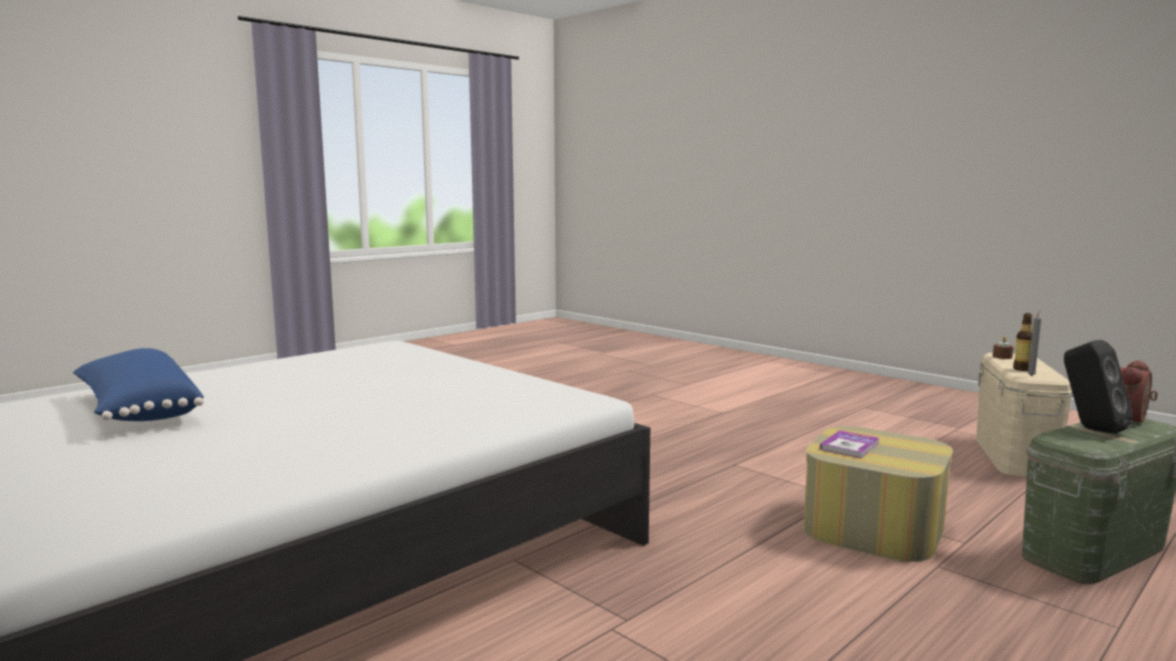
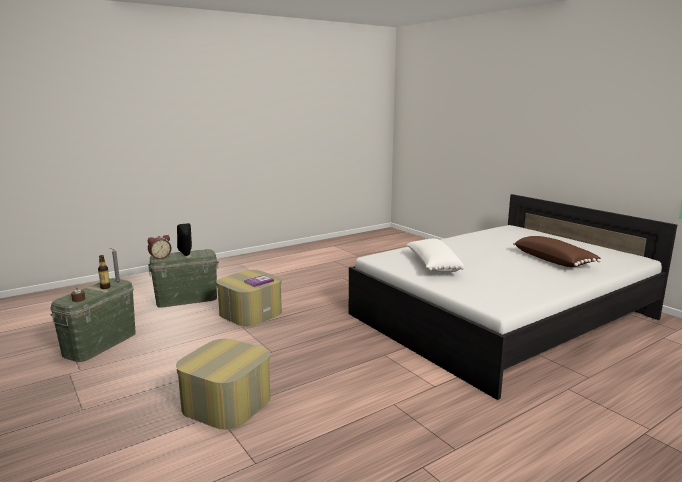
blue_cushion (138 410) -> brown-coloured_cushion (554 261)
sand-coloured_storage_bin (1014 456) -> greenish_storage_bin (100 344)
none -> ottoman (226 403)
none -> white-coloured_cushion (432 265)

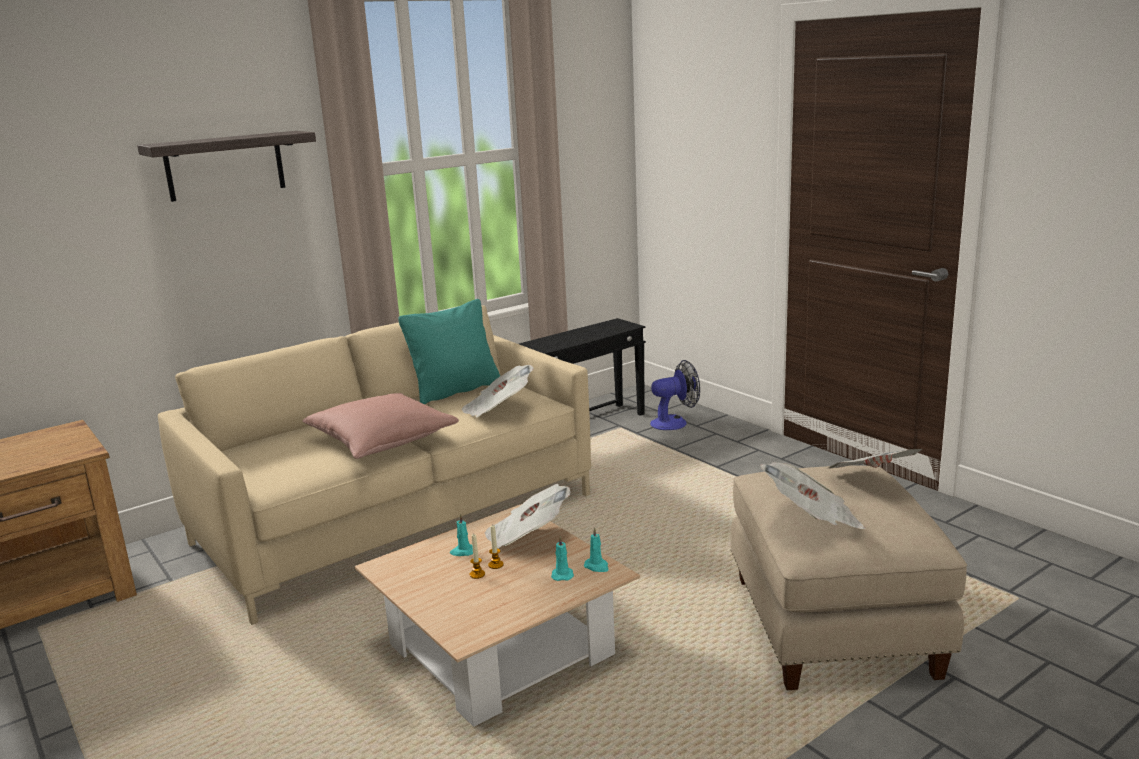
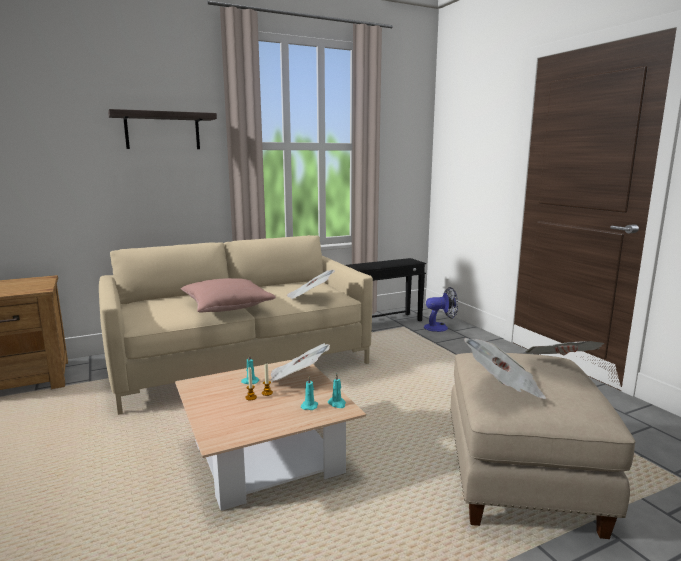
turquoise_cushion (456 391) -> none

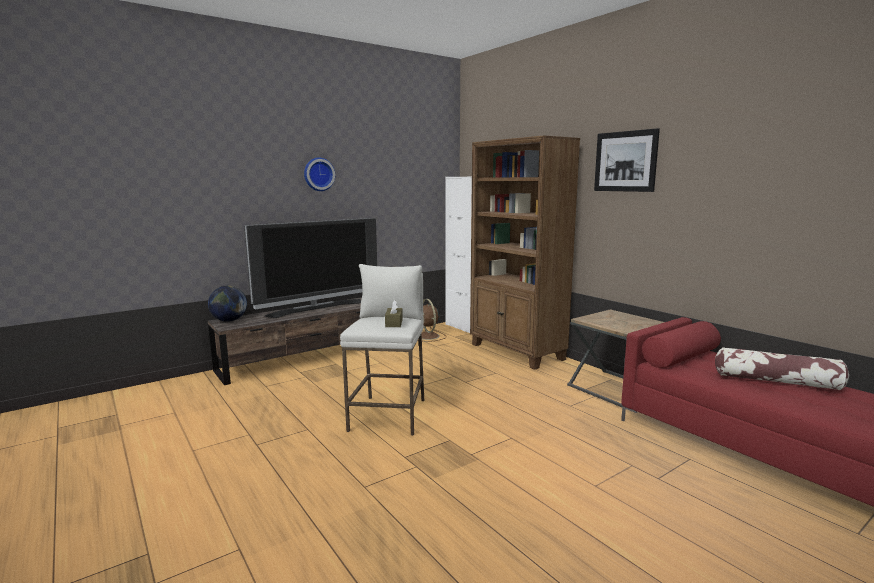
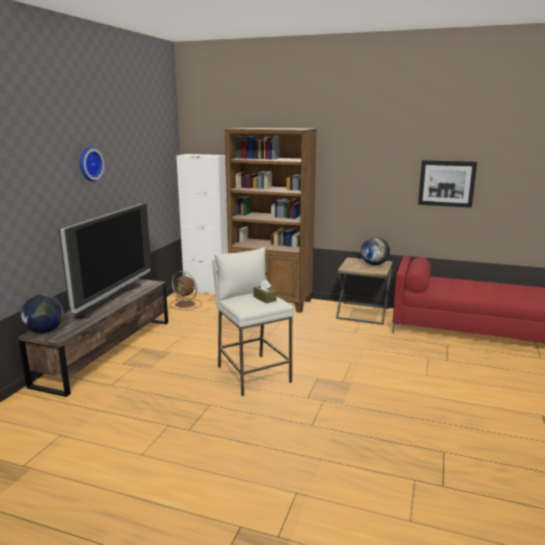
wall_art (625 161) -> wall_art (446 183), relocated
cushion (776 381) -> none
none -> globe (374 264)

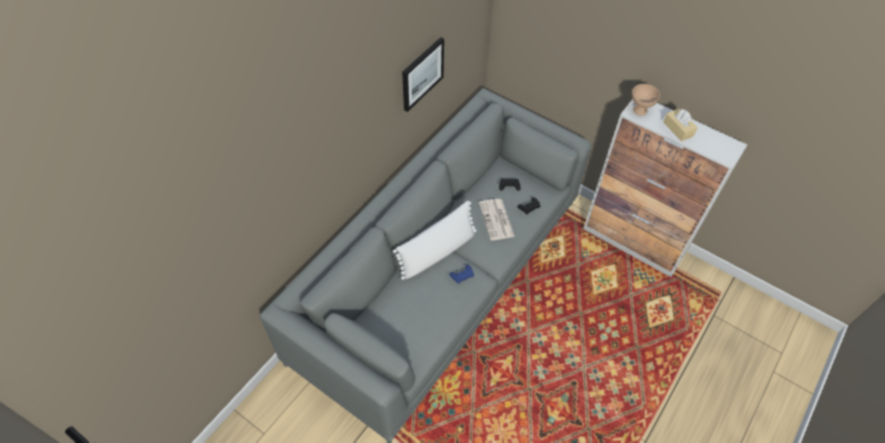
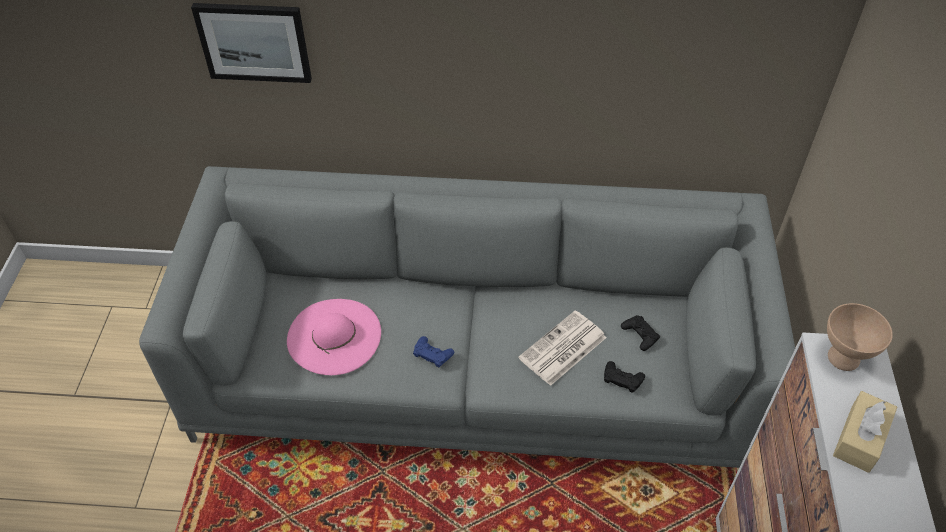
white-coloured_cushion (437 252) -> none
wall_art (422 73) -> wall_art (254 42), relocated
none -> pink-coloured_wearable_hat (334 336)

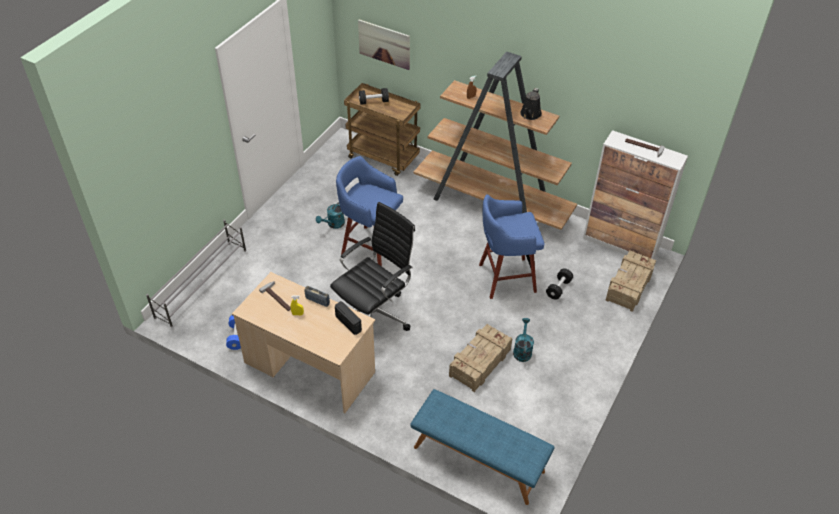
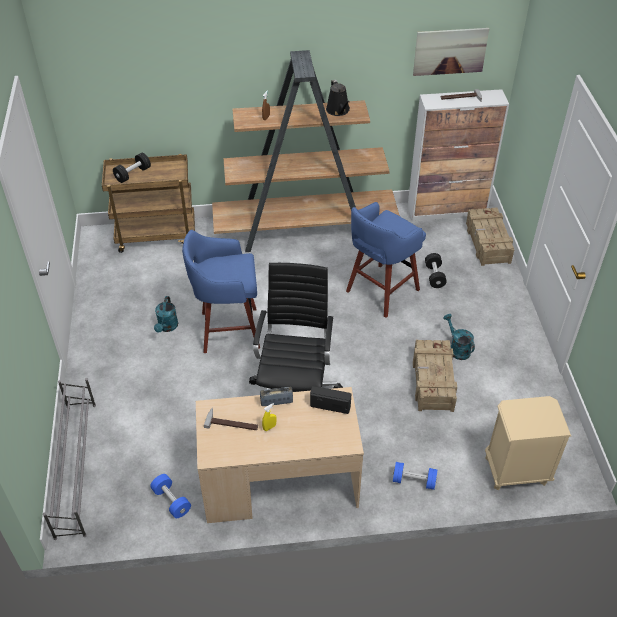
wall_art (384 44) -> wall_art (450 51), relocated
blue_long_seat (478 459) -> sand-coloured_nightstand (515 471)
none -> blue_hand_weight (414 481)

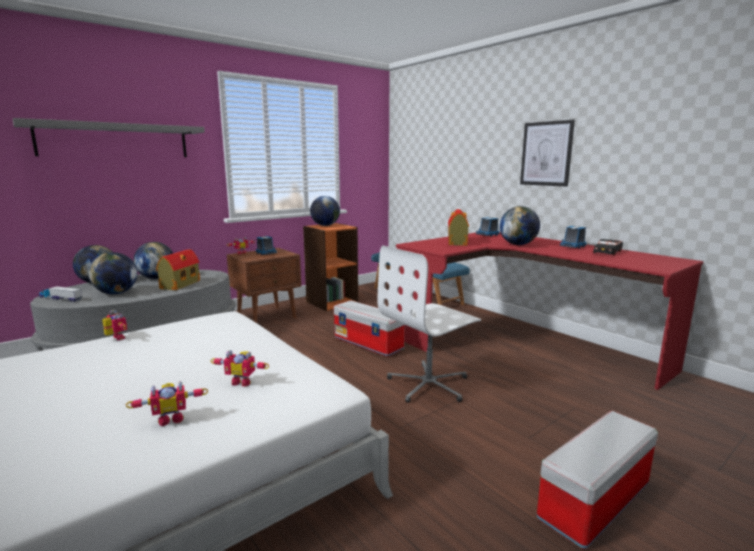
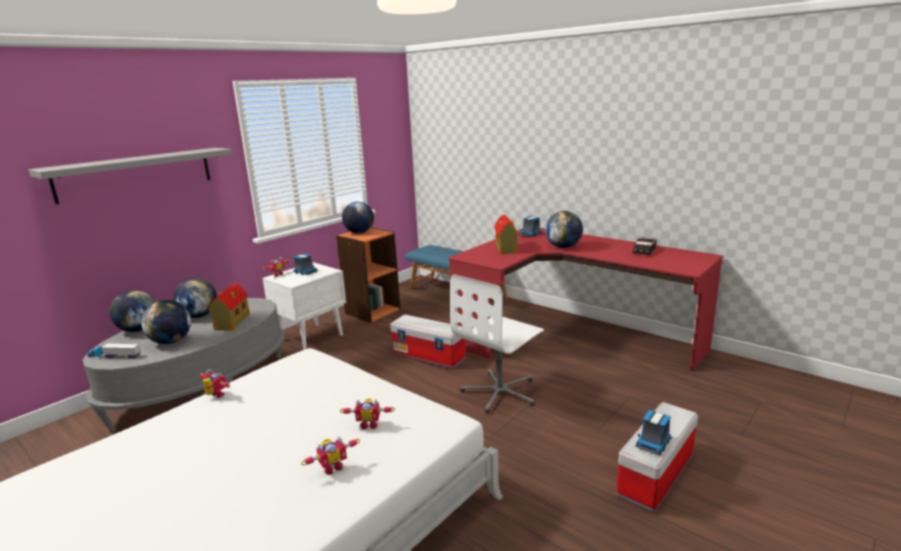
brown-coloured_nightstand (267 317) -> white-coloured_nightstand (312 337)
wall_art (546 154) -> none
toy_truck (573 247) -> toy_truck (653 443), relocated

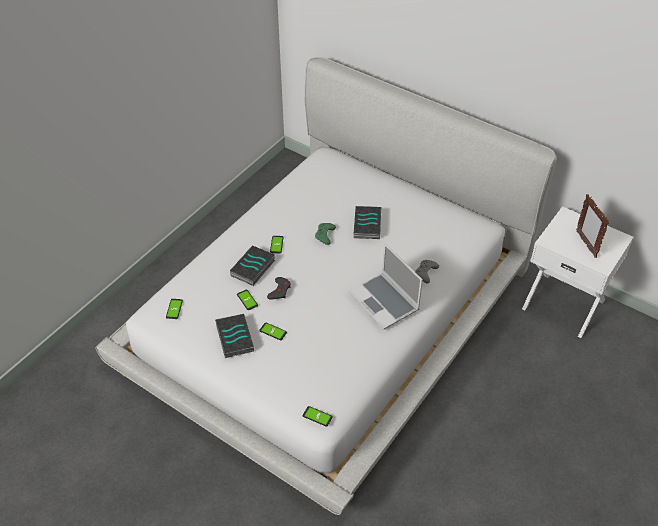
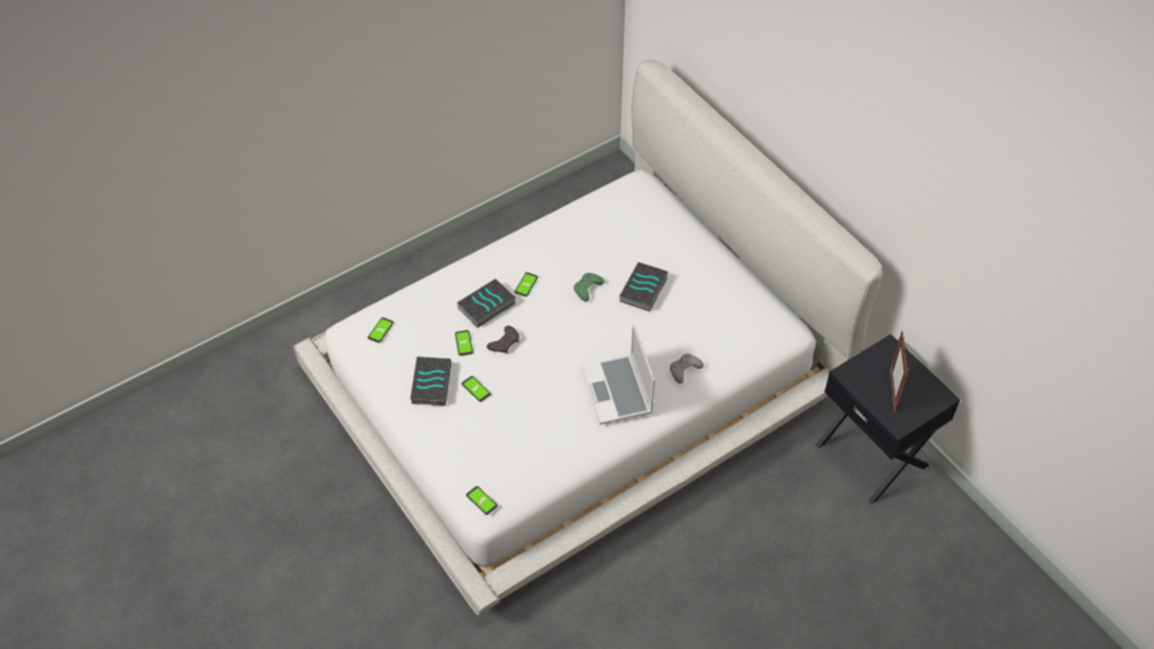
white-coloured_nightstand (564 303) -> black-coloured_nightstand (873 454)

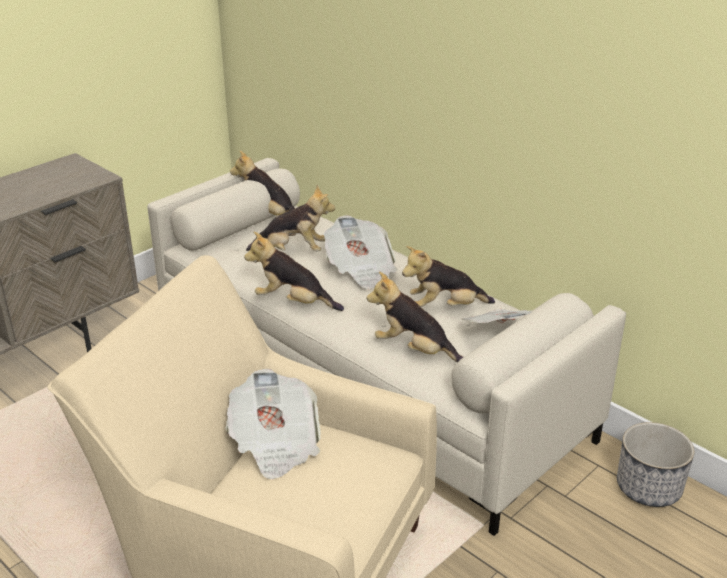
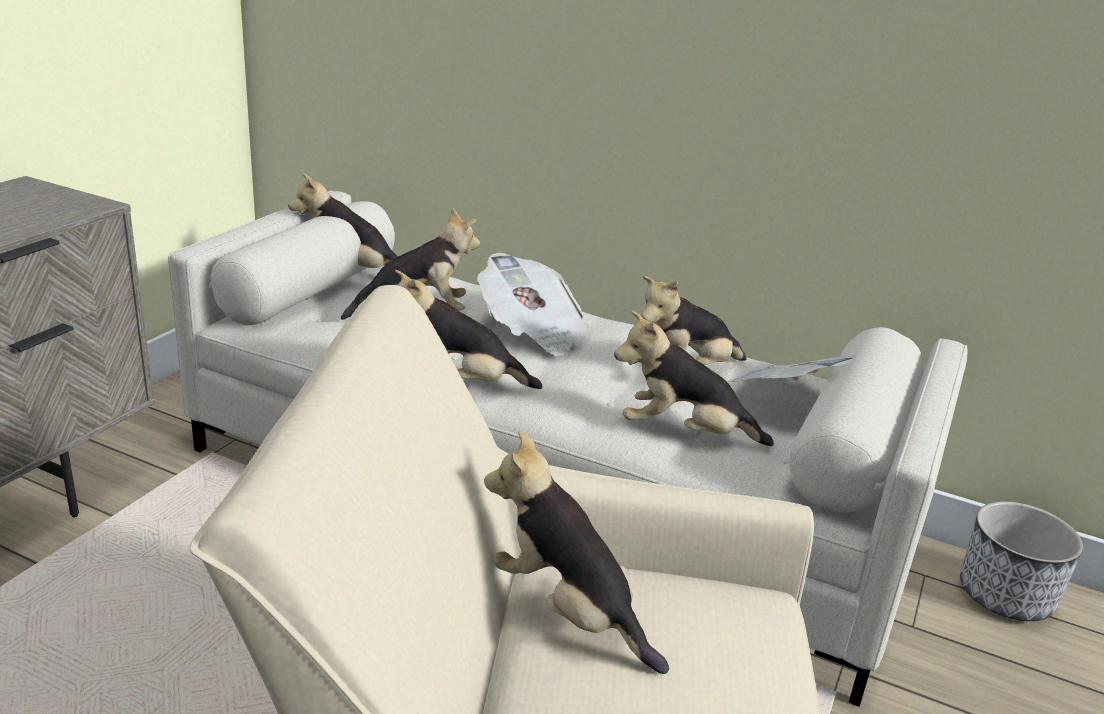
daily_paper (275 444) -> cuddly_toy (568 611)

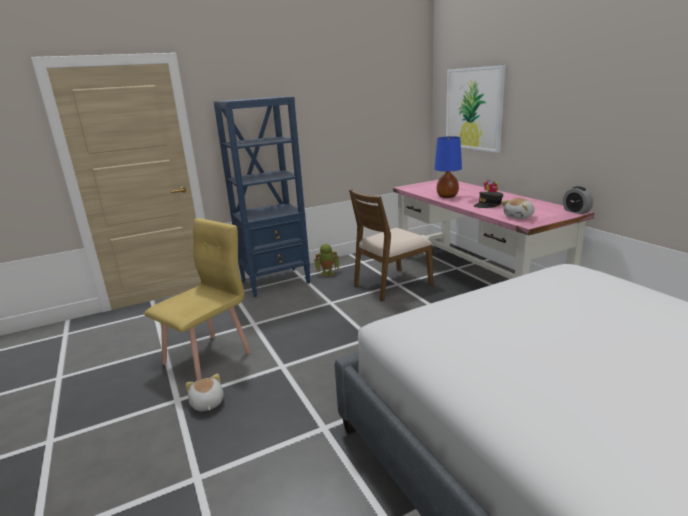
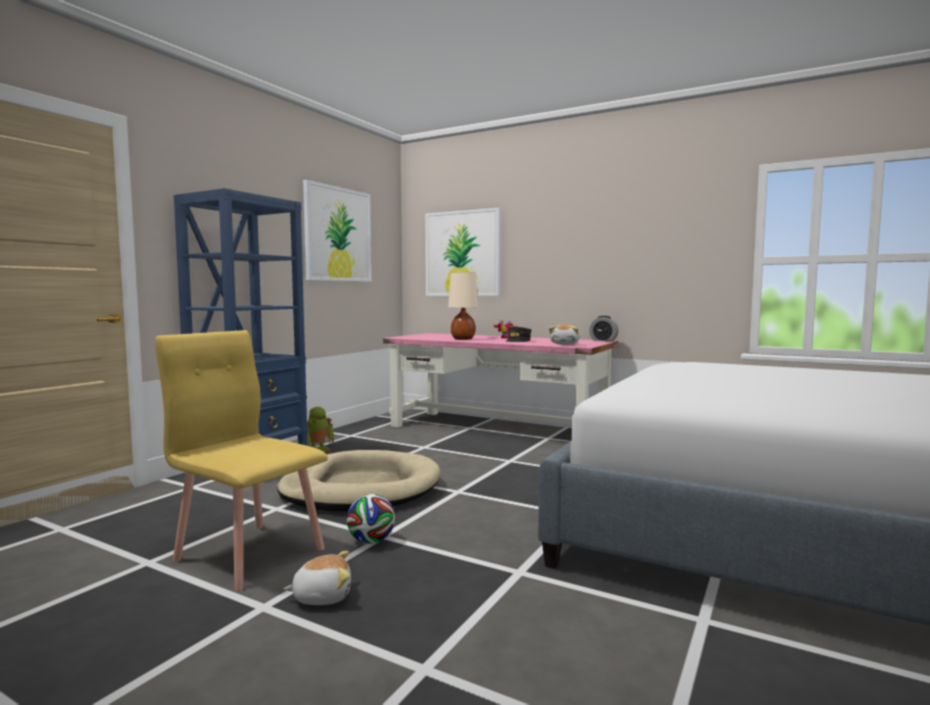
yellow_upright_chair (208 357) -> yellow_upright_chair (250 553), 60 degrees counterclockwise
cuddly_toy (207 403) -> cuddly_toy (322 596), 135 degrees clockwise
brown-coloured_upright_chair (391 284) -> none
blue_lamp_for_a_table (447 196) -> sand-coloured_lamp_for_a_table (462 339)
none -> sand-coloured_pet_bed (361 488)
none -> wall_art (338 234)
none -> football (371 541)

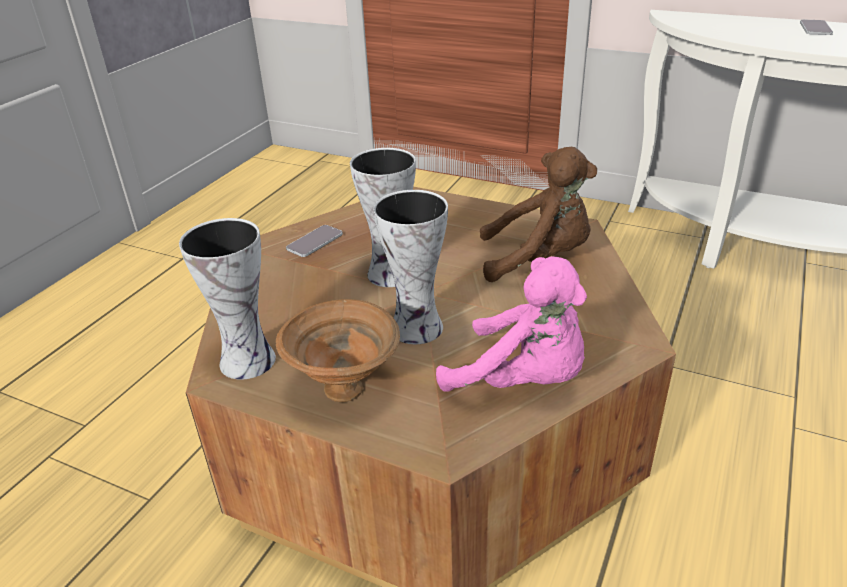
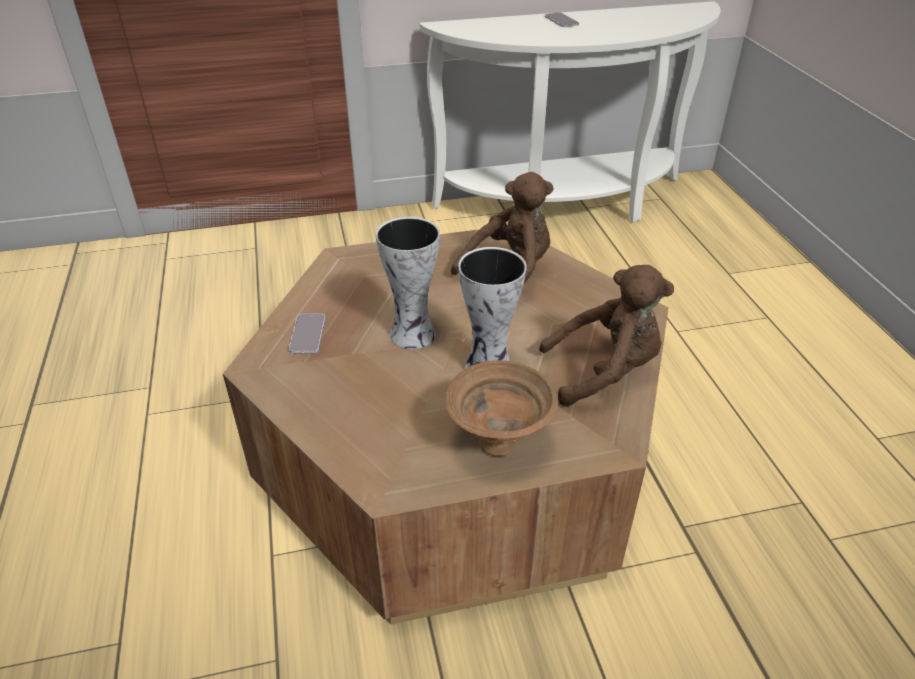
decorative_vase (247 359) -> none
pink-coloured_cuddly_toy (522 380) -> brown-coloured_cuddly_toy (605 371)

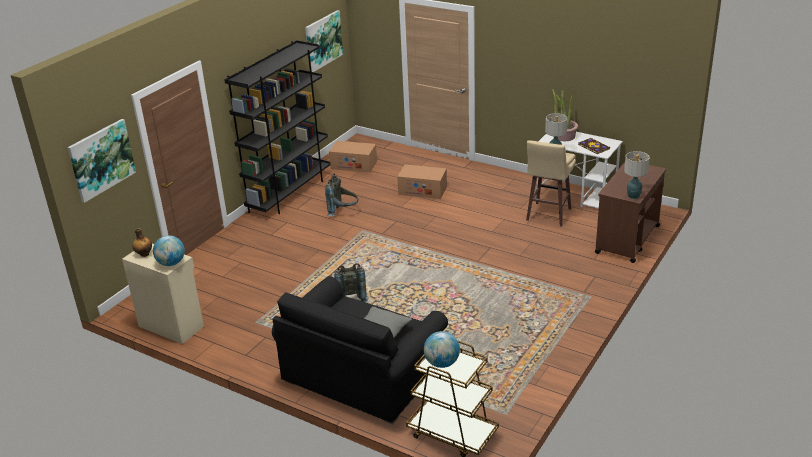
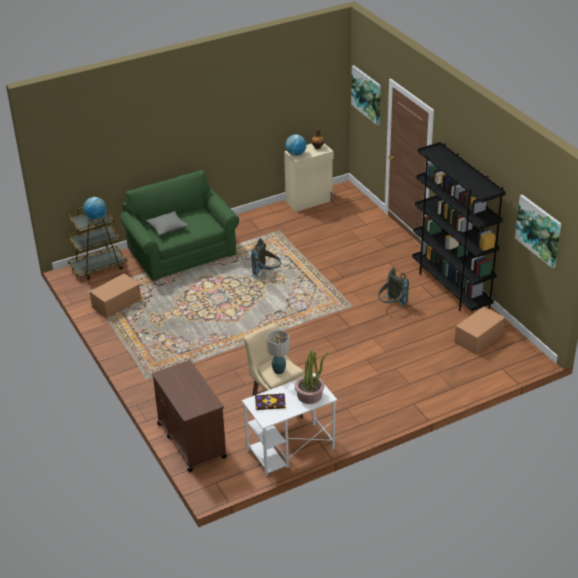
black-coloured_settee (362 375) -> greenish_settee (182 253)
carton (422 190) -> carton (116 303), relocated
lamp_for_a_table (633 196) -> none

